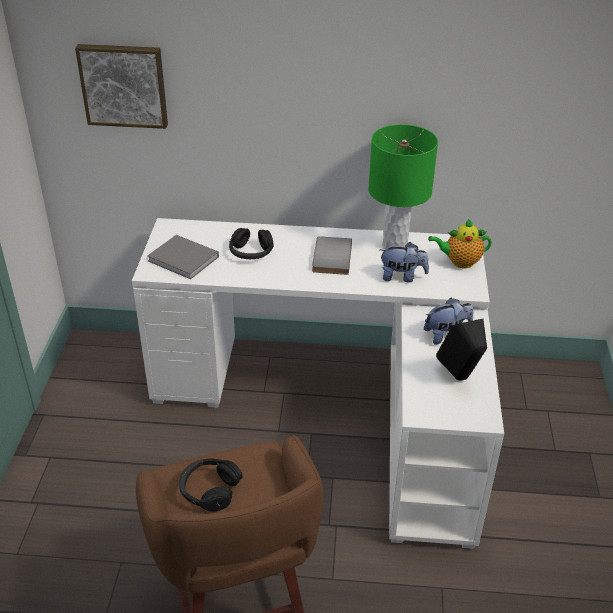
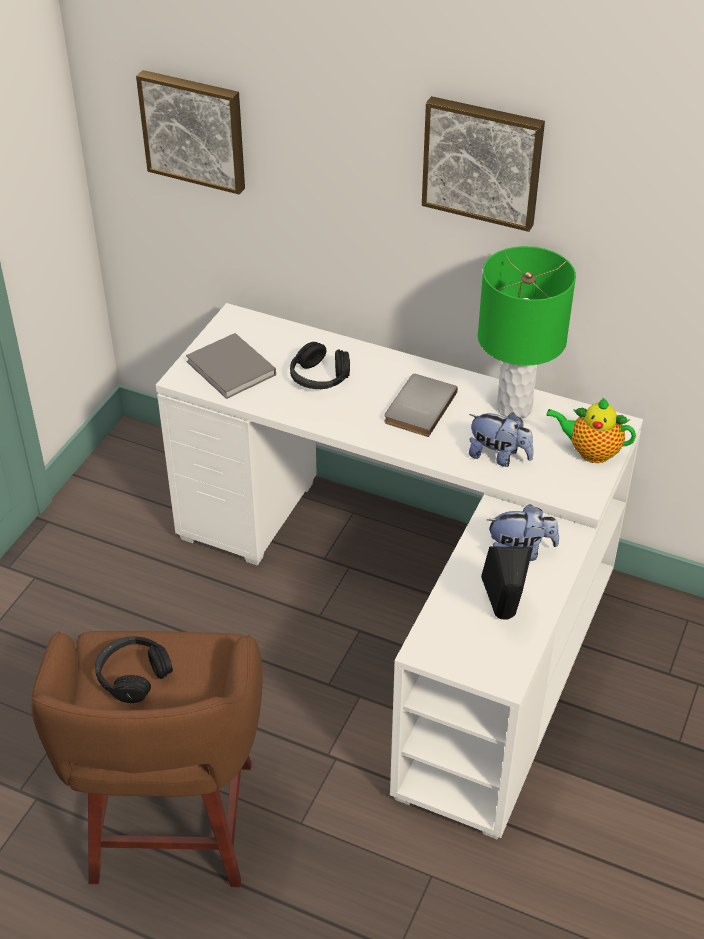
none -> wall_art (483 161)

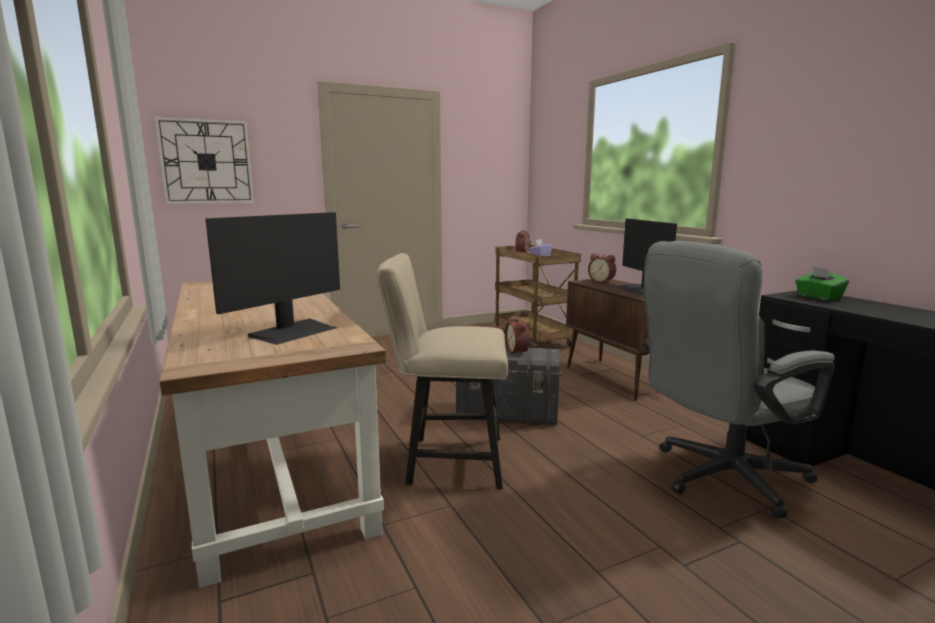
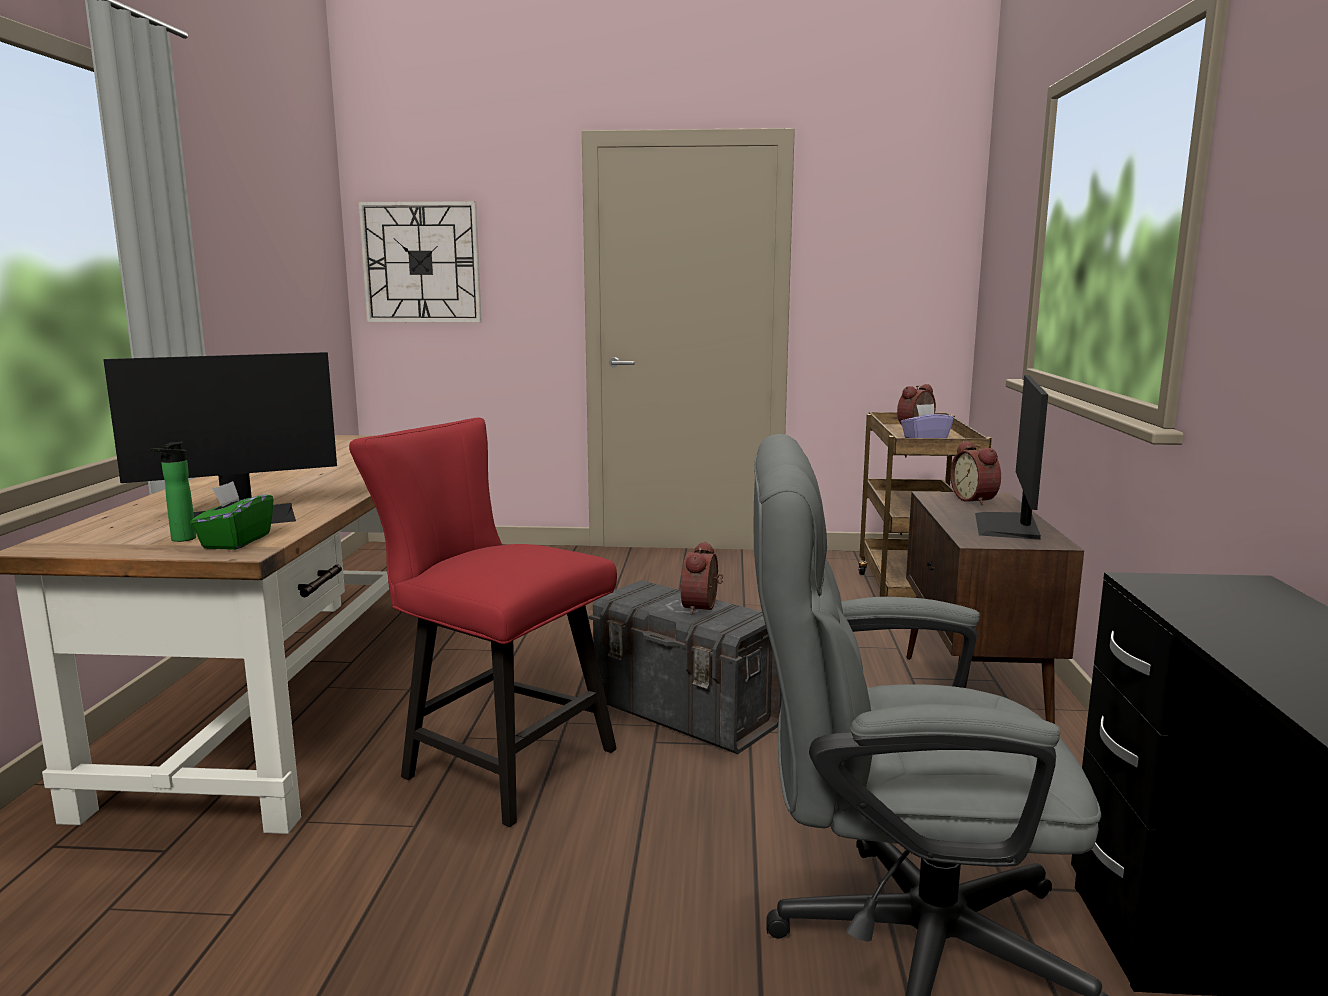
sand-coloured_upright_chair (447 460) -> reddish_upright_chair (497 761)
greenish_tissue_holder (818 297) -> greenish_tissue_holder (236 541), relocated
none -> beverage_bottle (180 539)

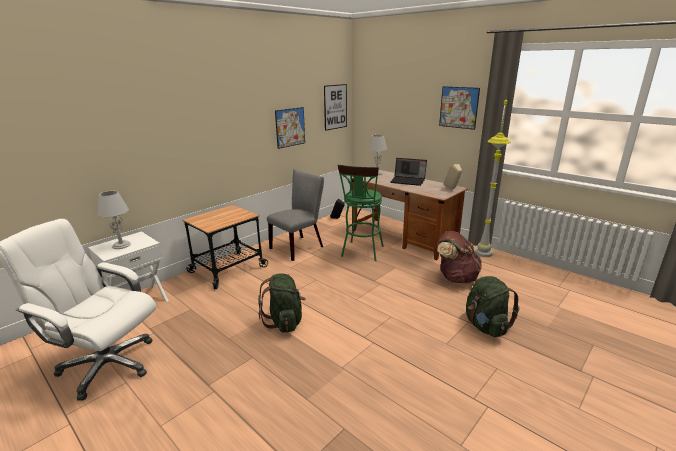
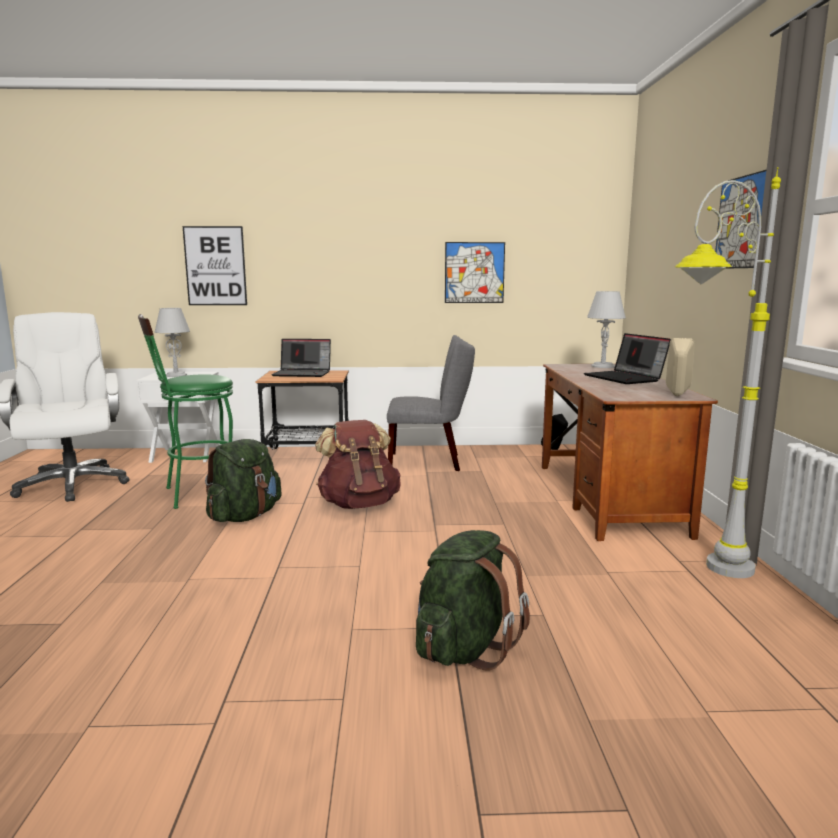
wall_art (335 107) -> wall_art (215 266), relocated
greenish_stool (361 253) -> greenish_stool (197 494), relocated
brown-coloured_rucksack (455 278) -> brown-coloured_rucksack (359 504), relocated
none -> notebook_computer (303 373)

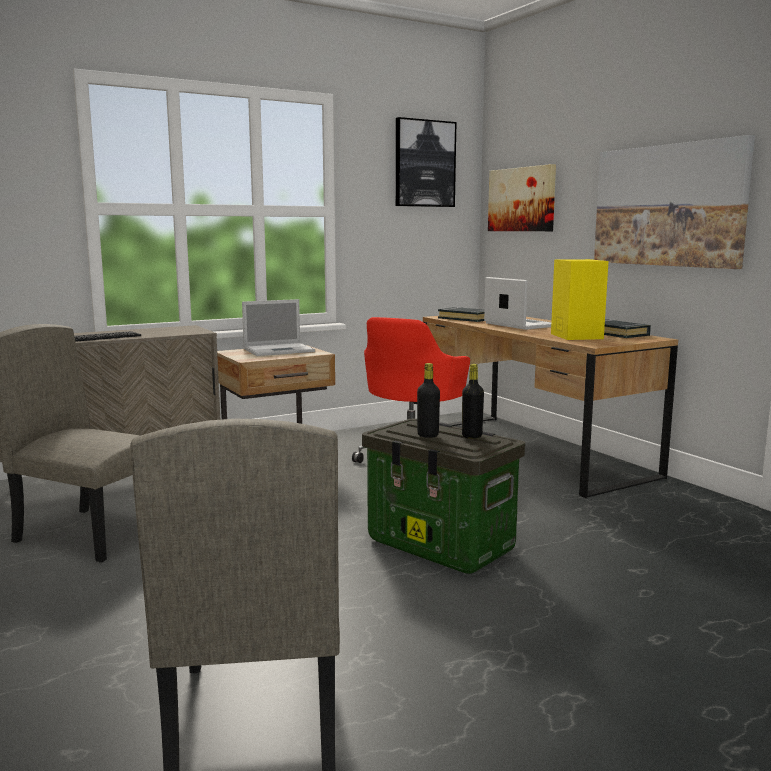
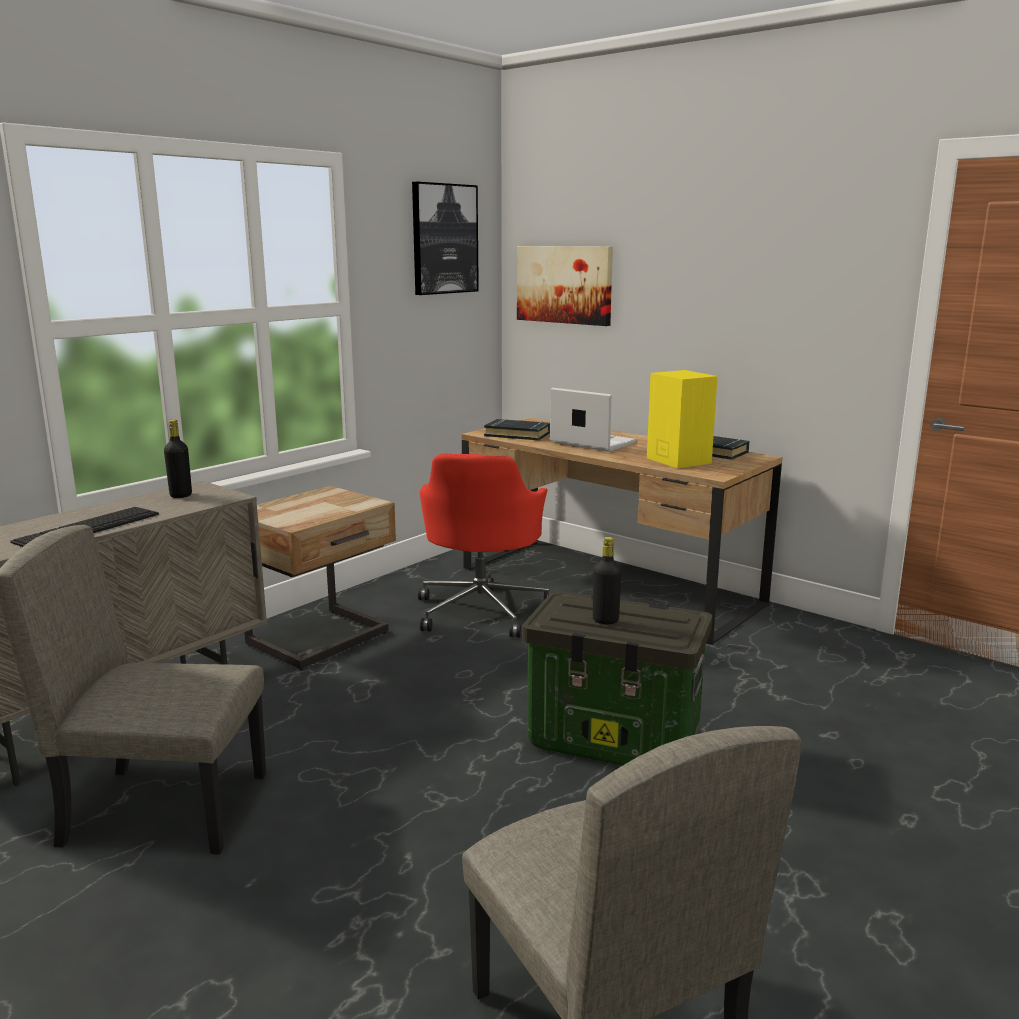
notebook_computer (280 350) -> none
black-coloured_beverage_bottle (472 436) -> black-coloured_beverage_bottle (181 495), relocated
wall_art (668 206) -> none

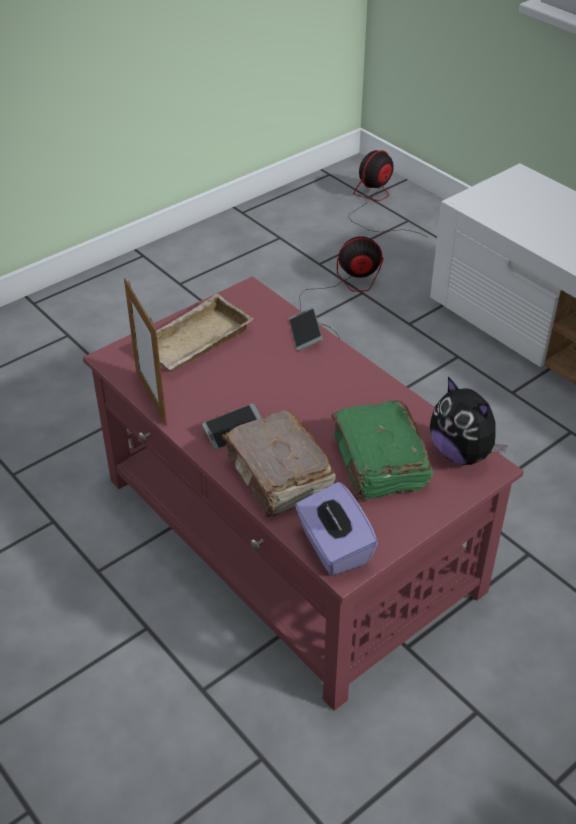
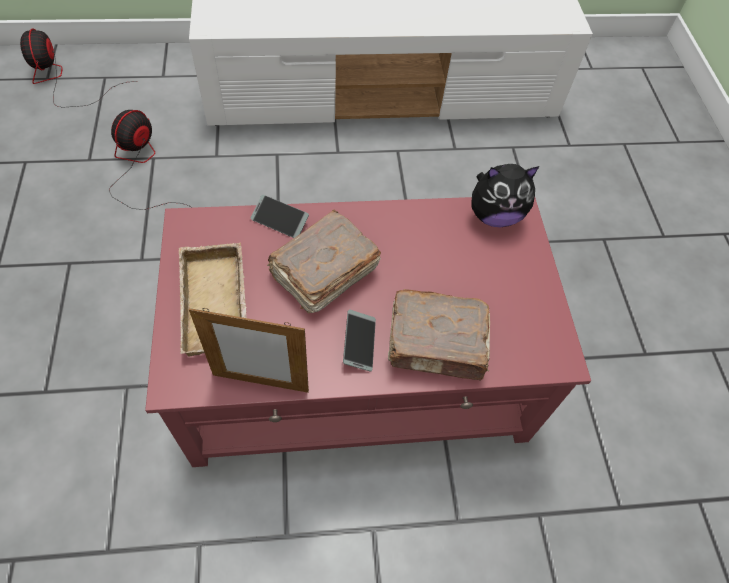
purplish_tissue_holder (333 547) -> none
greenish_volume (379 464) -> none
none -> brown-coloured_volume (322 273)

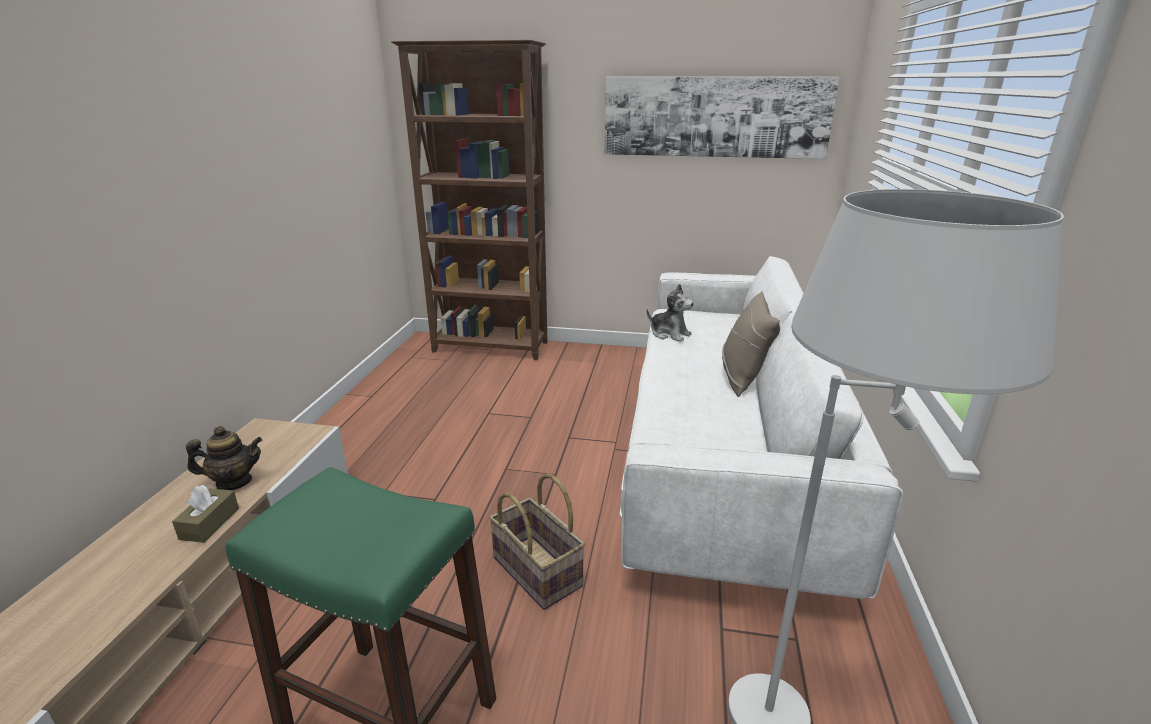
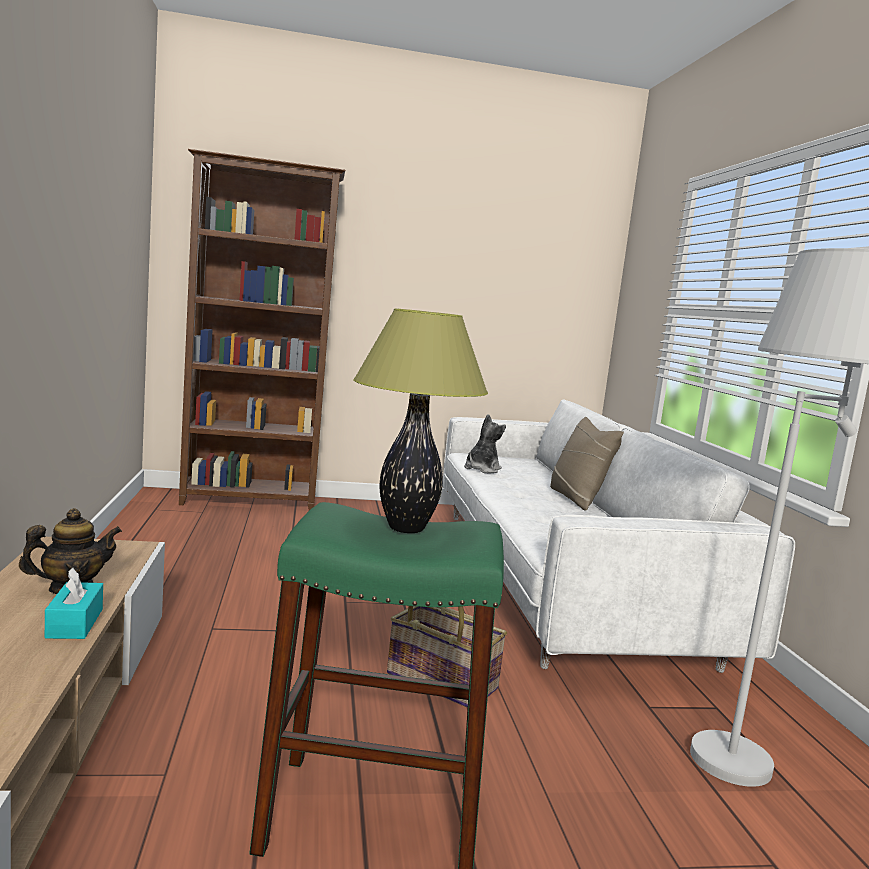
brown-coloured_tissue_holder (209 523) -> turquoise_tissue_holder (74 623)
wall_art (715 117) -> none
cuddly_toy (669 334) -> cuddly_toy (481 469), 75 degrees counterclockwise
none -> lamp_for_a_table (407 528)

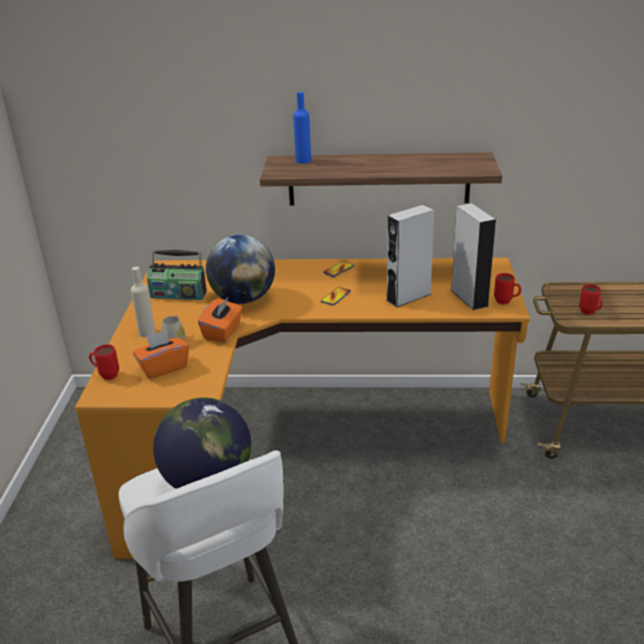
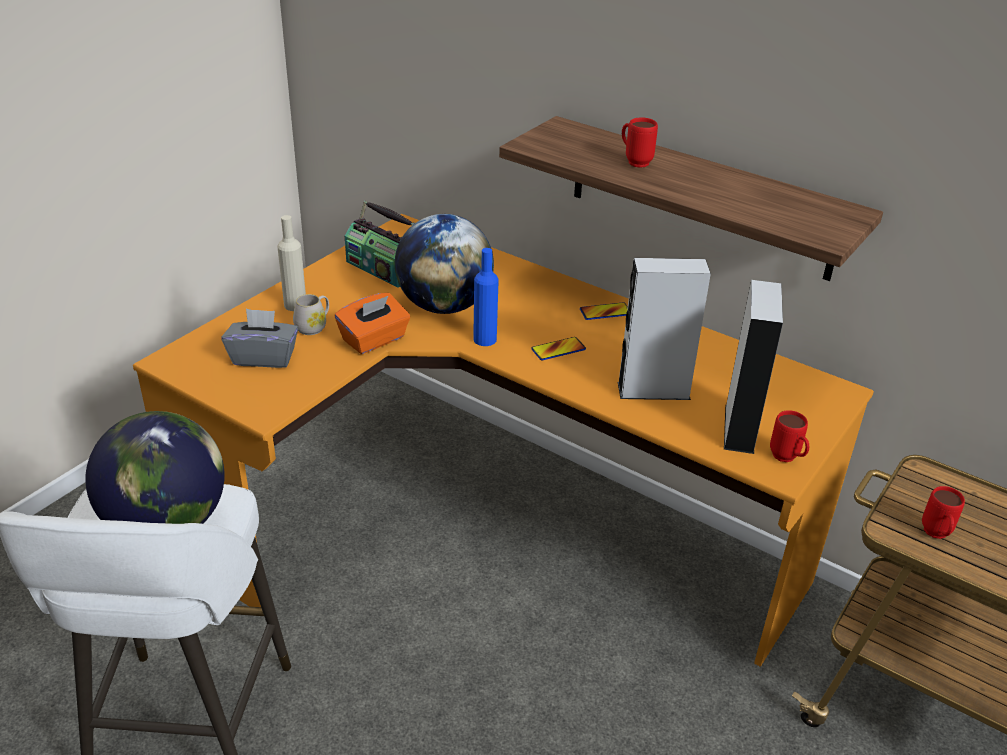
reddish_tea_mug (106 375) -> reddish_tea_mug (634 161), relocated
orange-coloured_tissue_holder (163 367) -> greyish_tissue_holder (264 357)
blue_beverage_bottle (303 161) -> blue_beverage_bottle (485 339), relocated

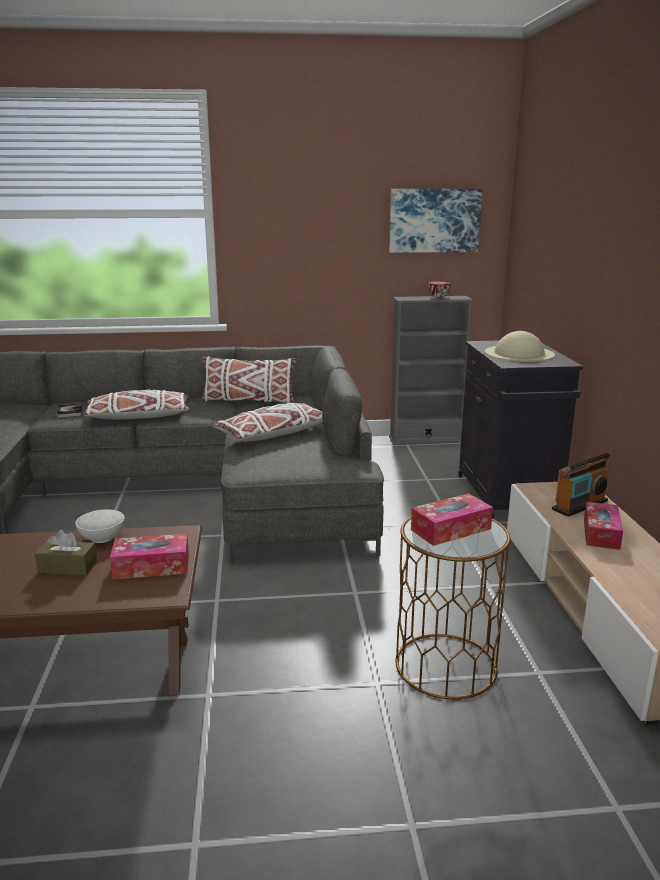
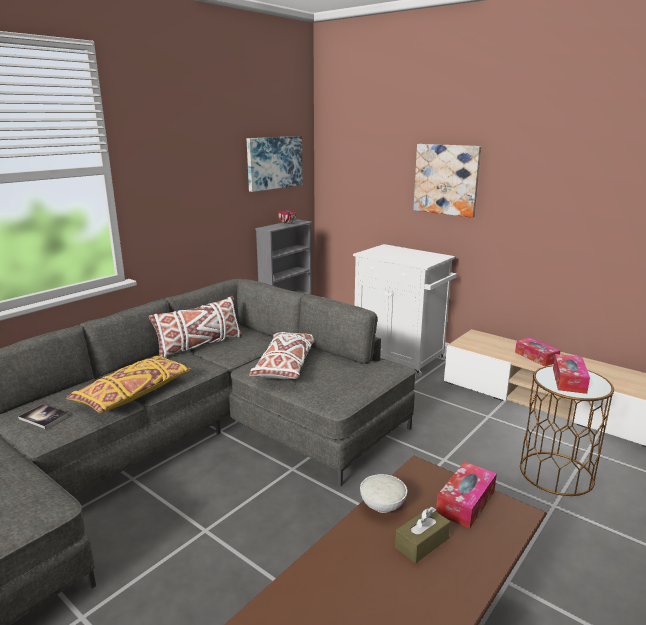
white-coloured_cushion (138 416) -> yellow_cushion (133 394)
black-coloured_storage_cabinet (507 497) -> white-coloured_storage_cabinet (400 358)
sand-coloured_wearable_hat (519 353) -> none
radio_receiver (580 505) -> none
none -> wall_art (446 179)

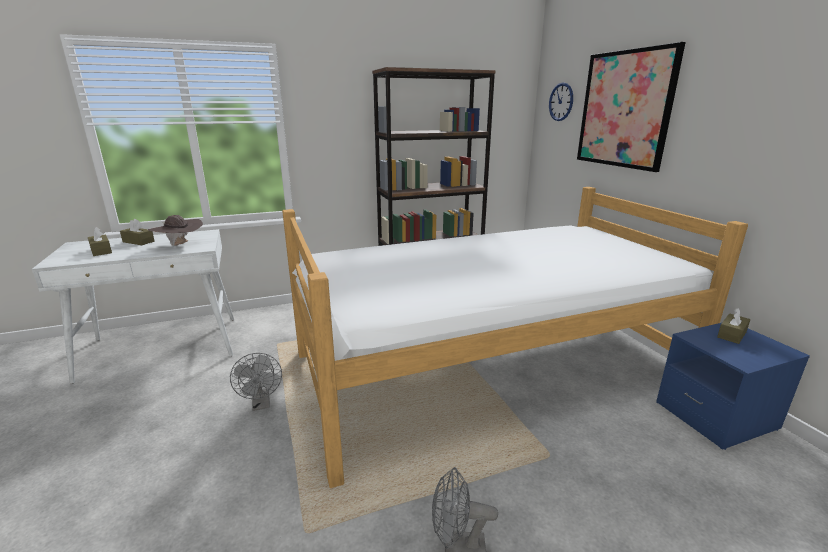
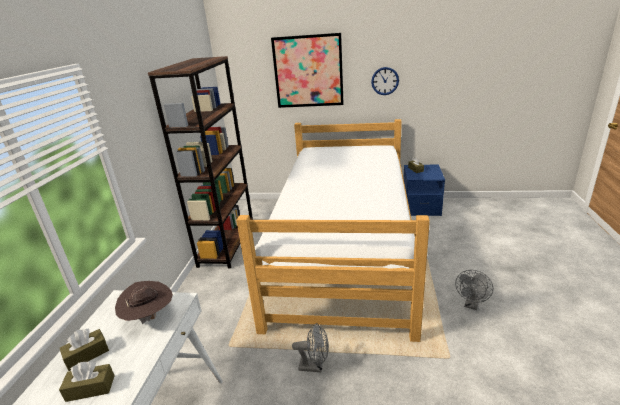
hanging_clock (561 102) -> hanging_clock (385 81), relocated

